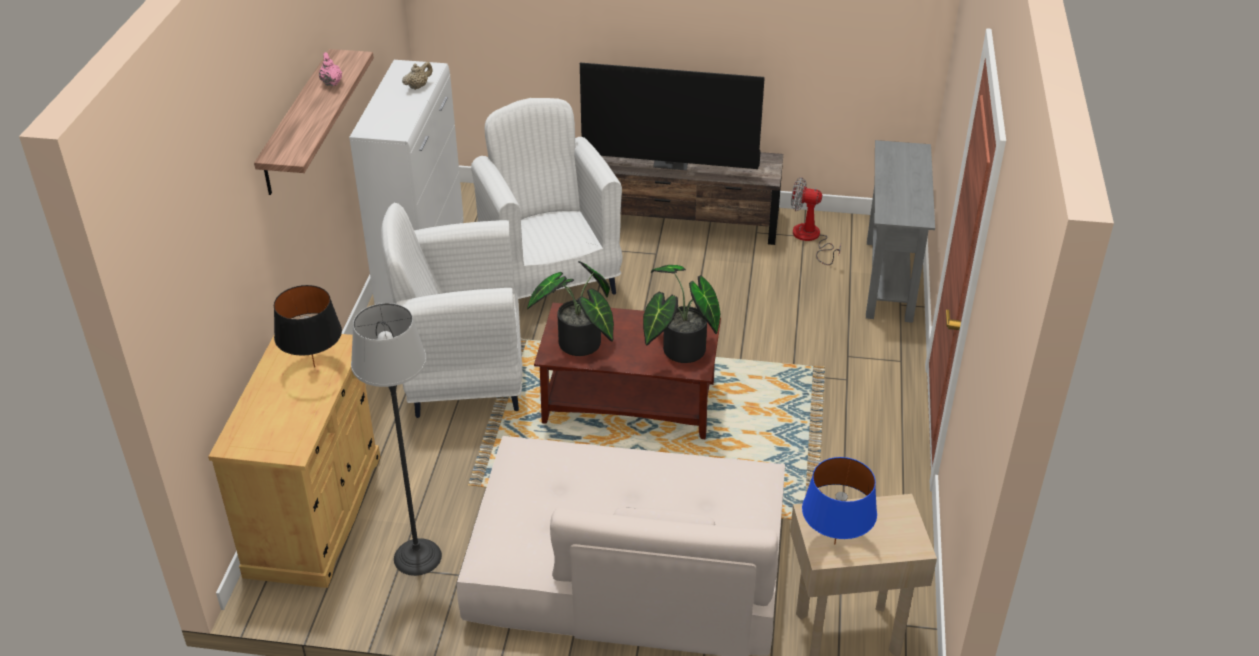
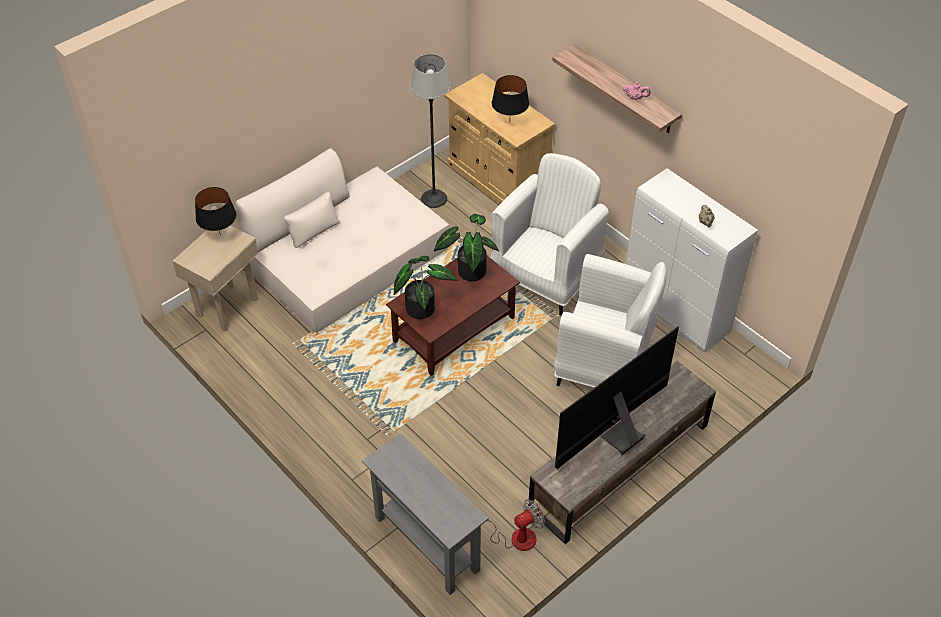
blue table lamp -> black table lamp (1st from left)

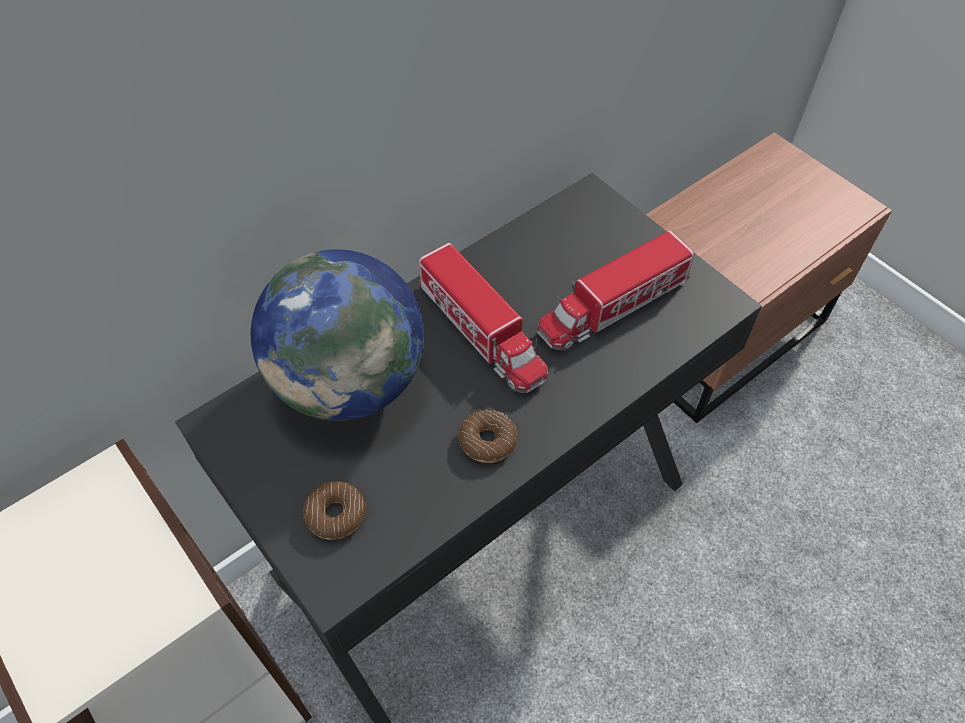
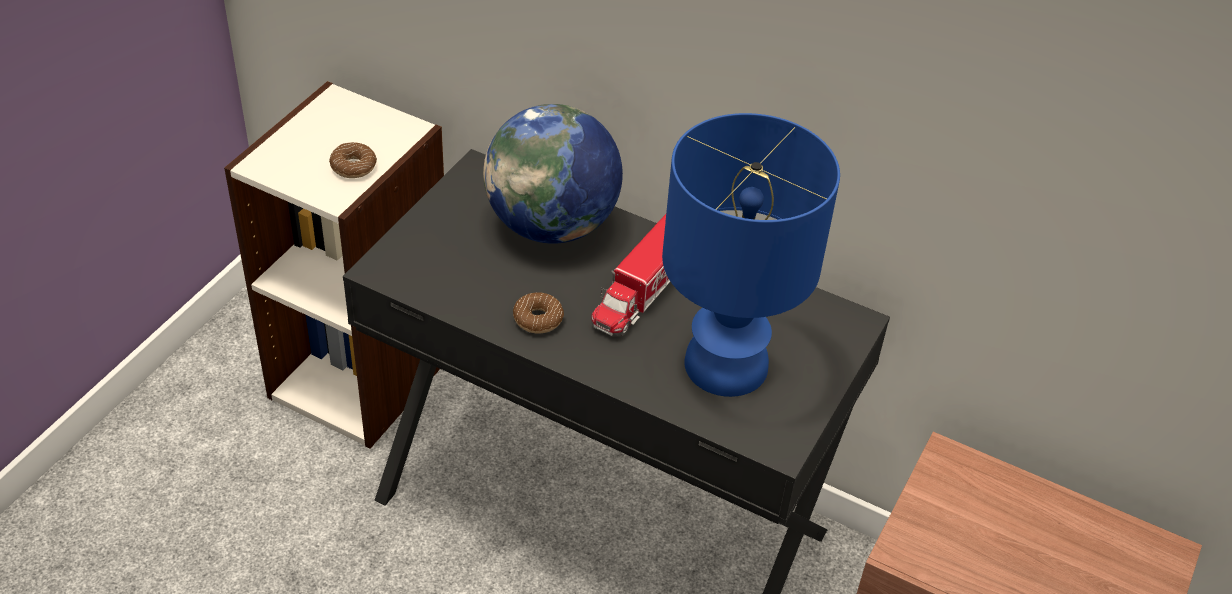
donut (1st from left), move
toy truck (2nd from left) -> blue table lamp

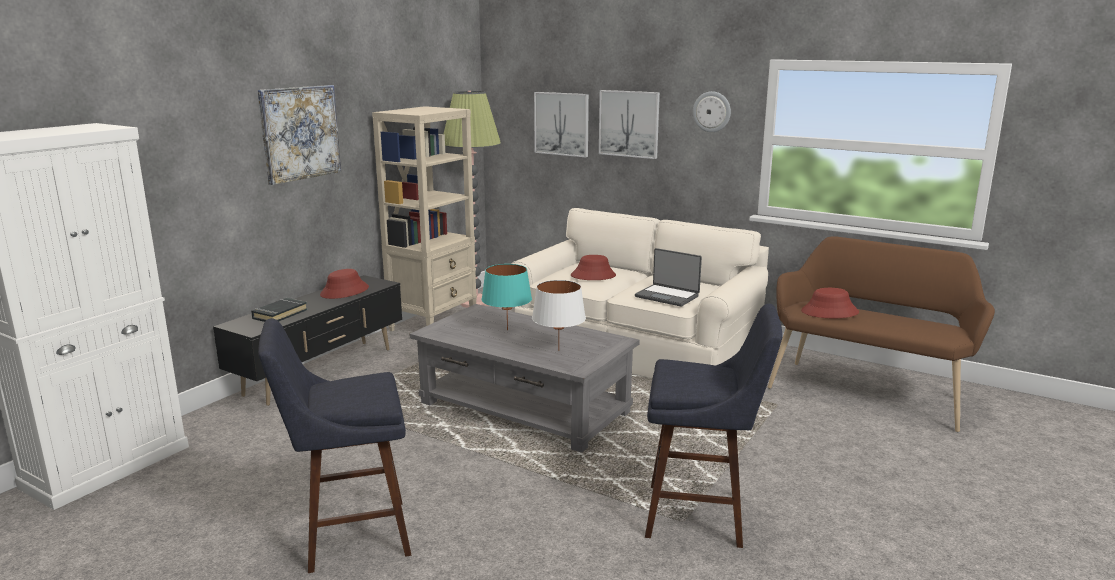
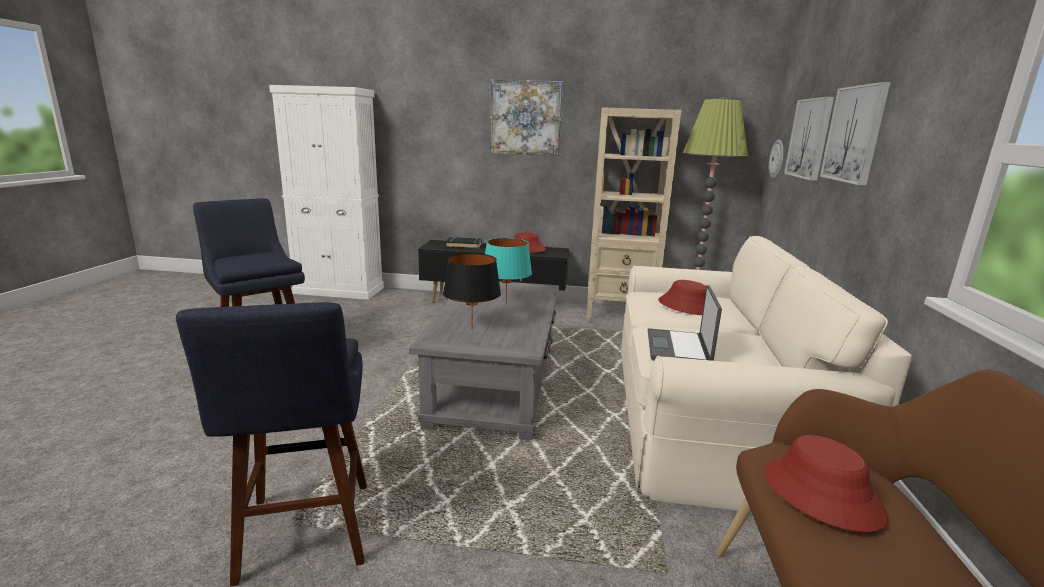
white table lamp -> black table lamp
wall clock, move

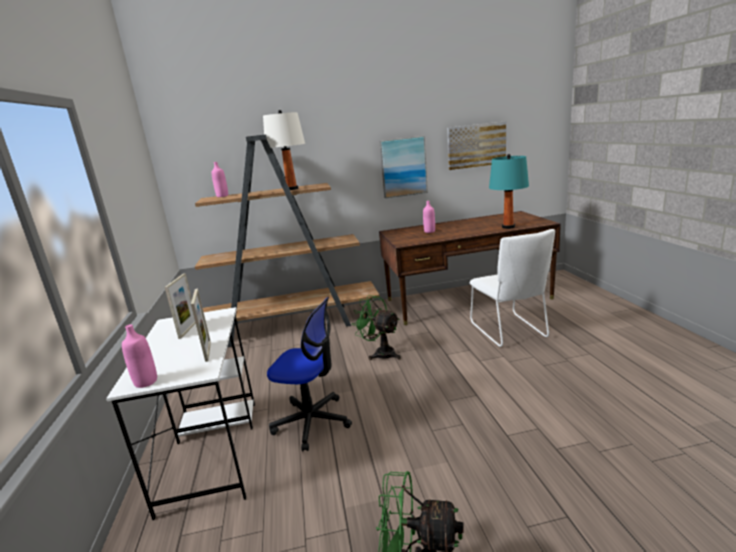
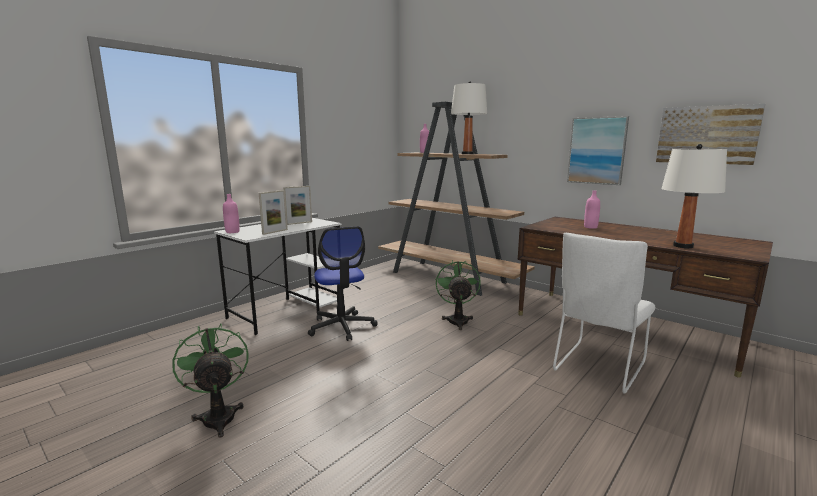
turquoise table lamp -> white table lamp (2nd from left)

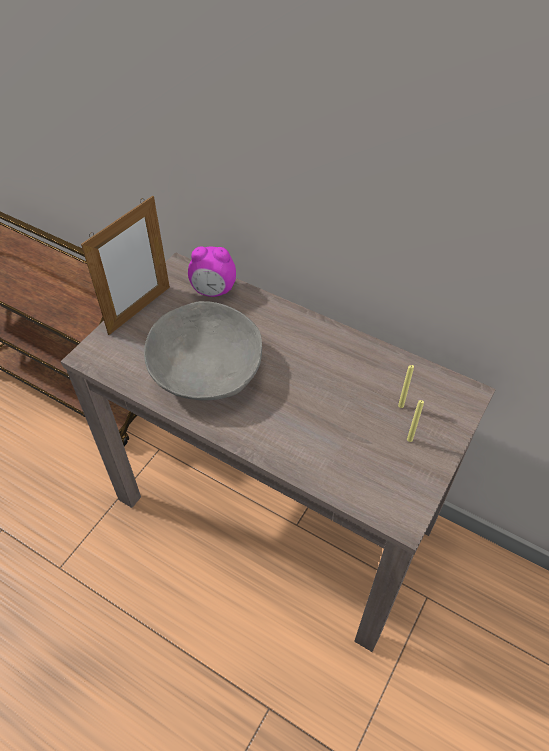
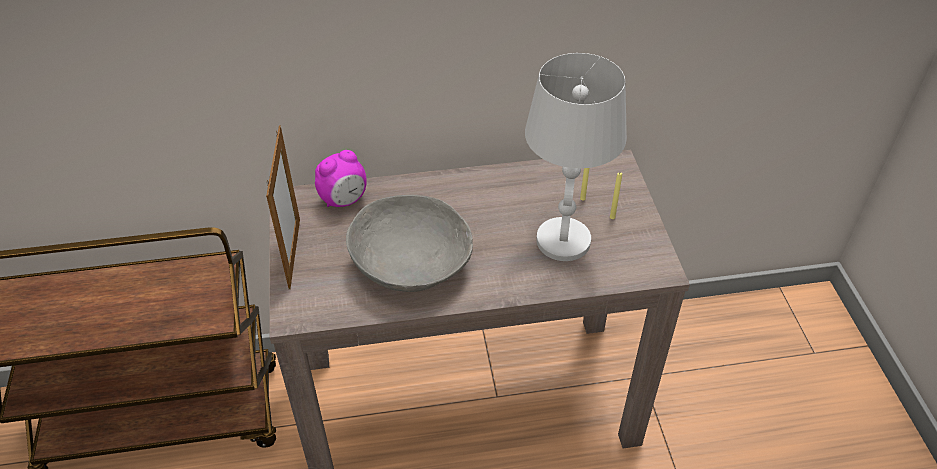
none -> white table lamp

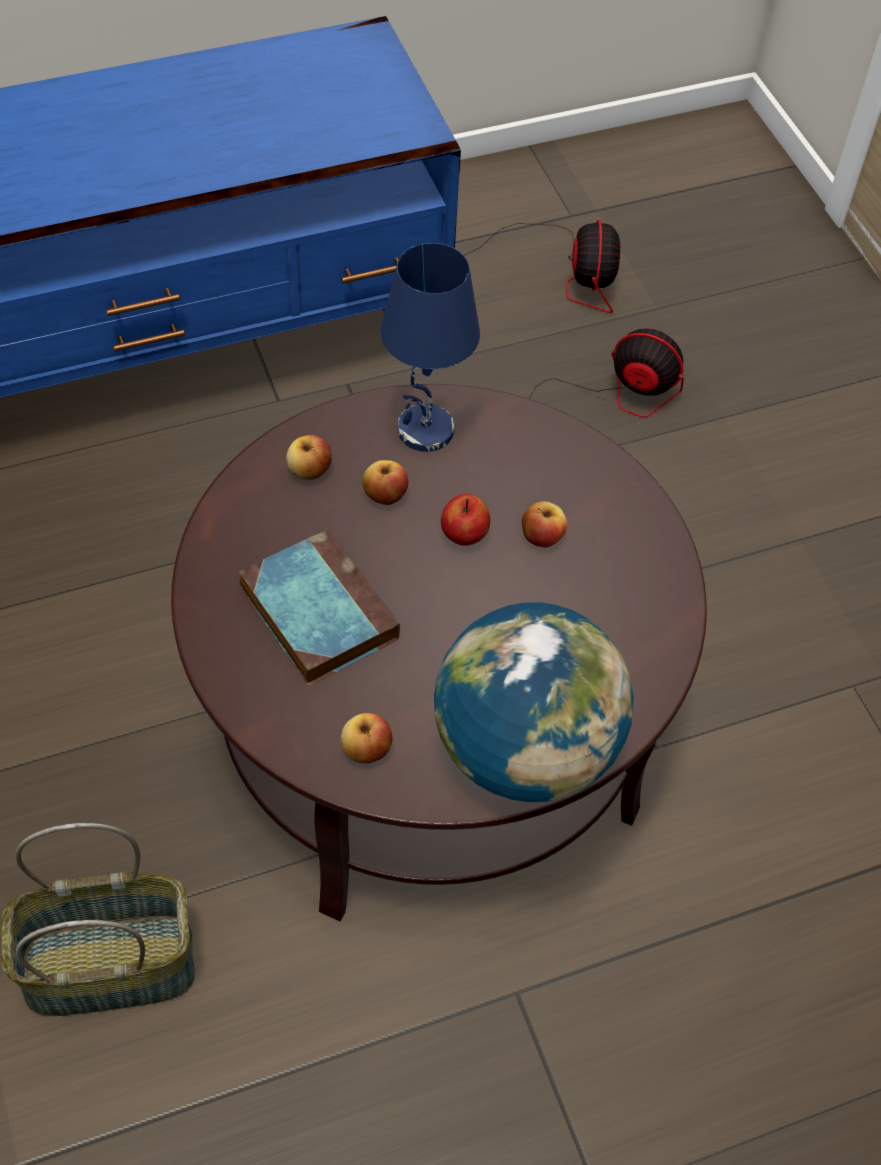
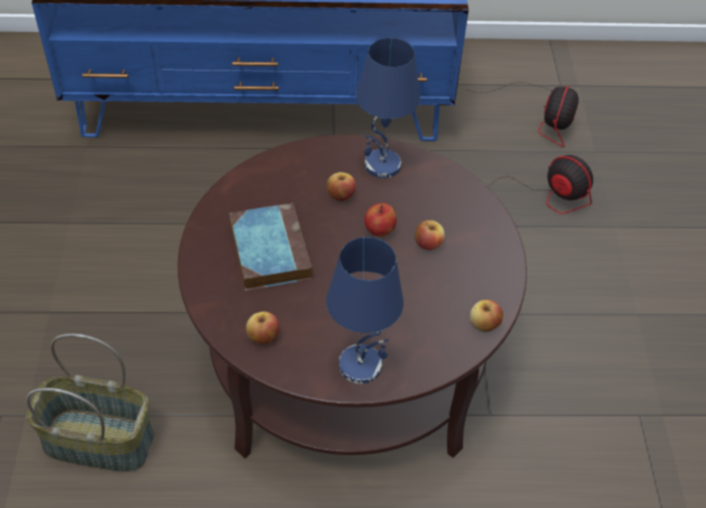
apple (1st from left in the first image) -> apple (5th from left), move
globe -> blue table lamp (1st from left)

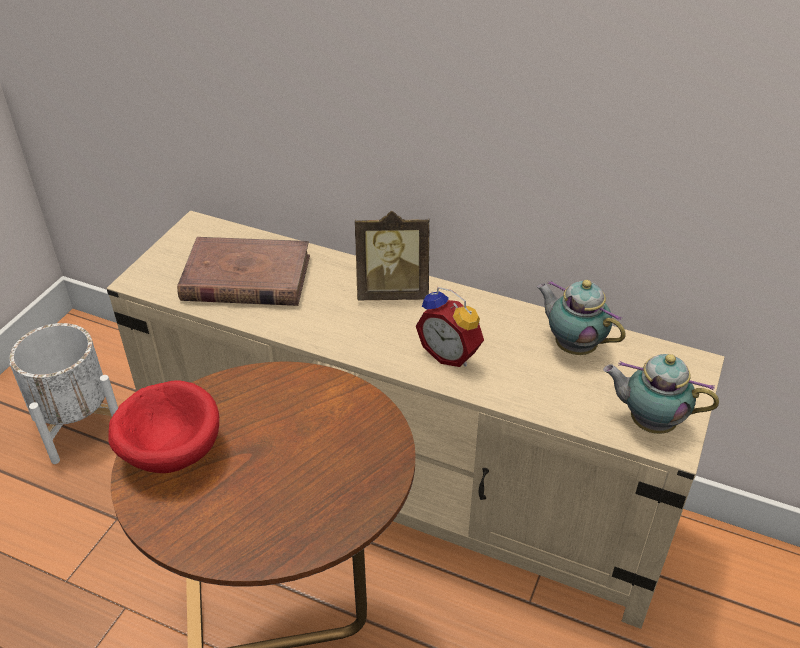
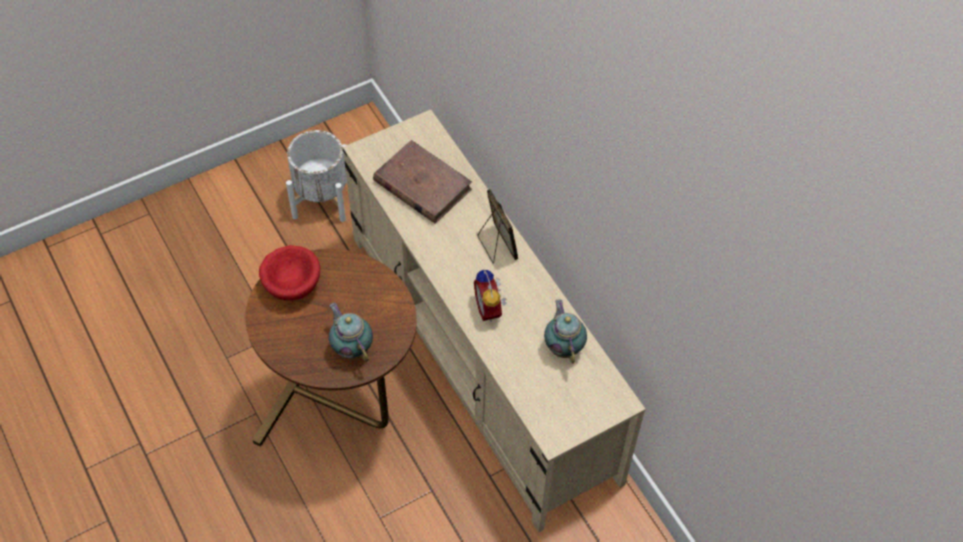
picture frame, 150 degrees counterclockwise
teapot (2nd from left in the first image) -> teapot (1st from left), move

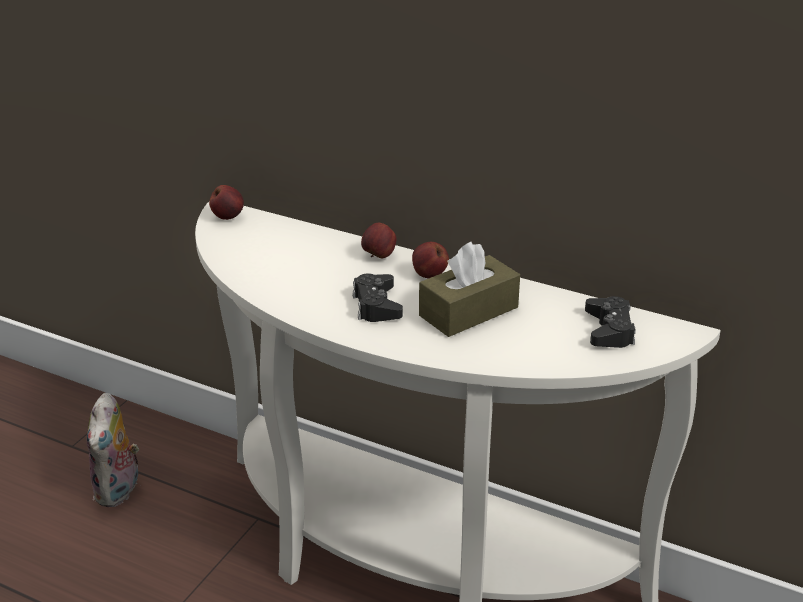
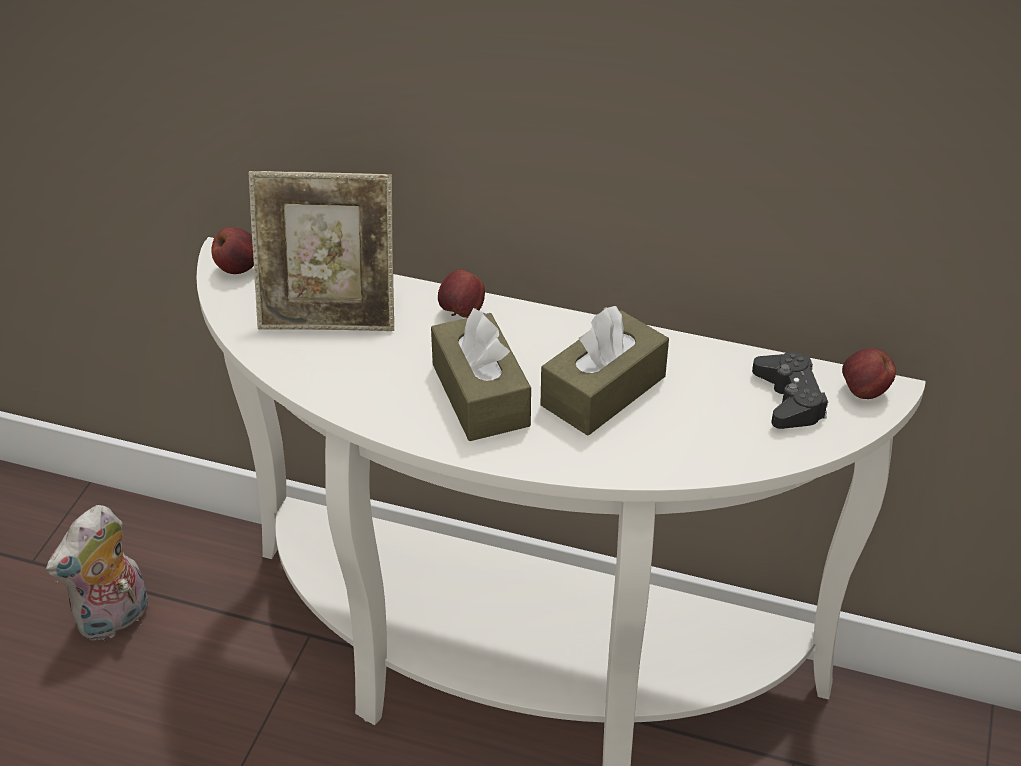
plush toy, 45 degrees clockwise
black game controller (1st from left) -> brown tissue box (1st from left)
apple (3rd from left), move
none -> picture frame

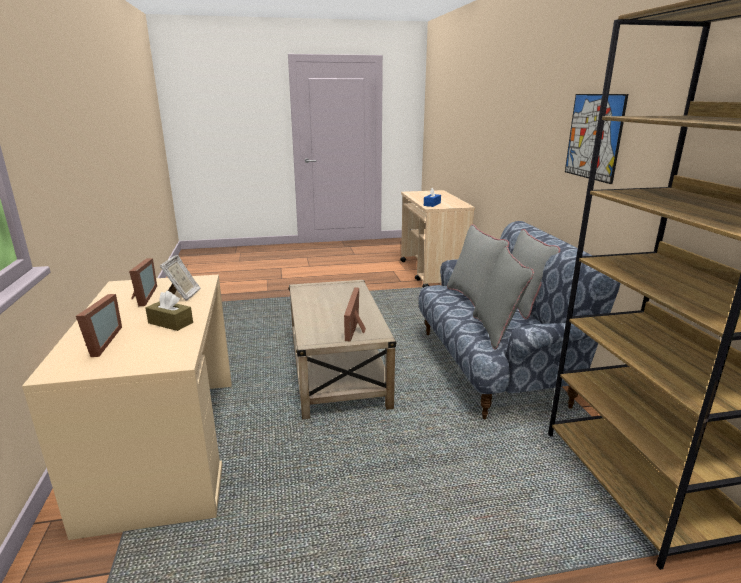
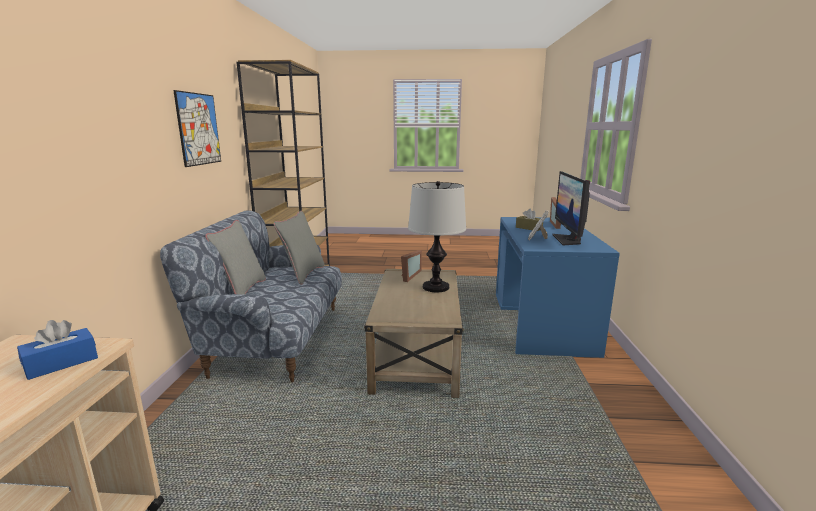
beige desk -> blue desk
picture frame (2nd from left) -> monitor
grey pillow (1st from left) -> none
none -> table lamp

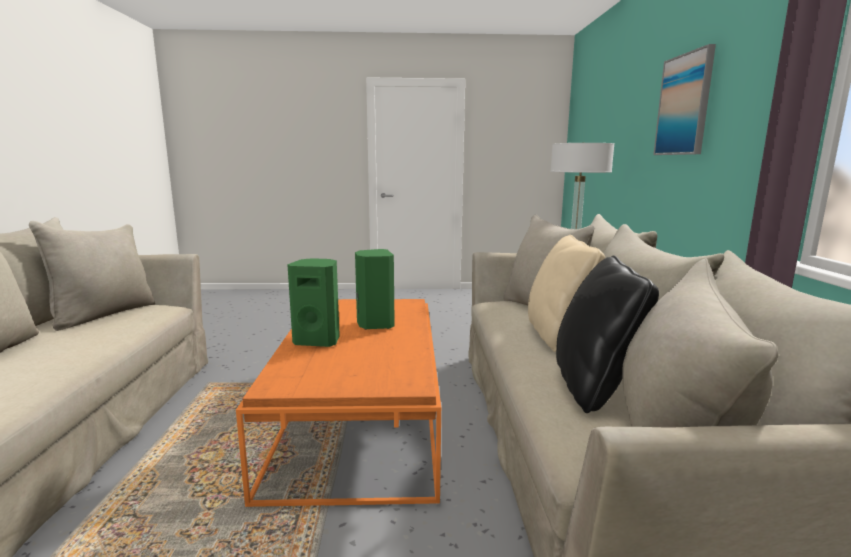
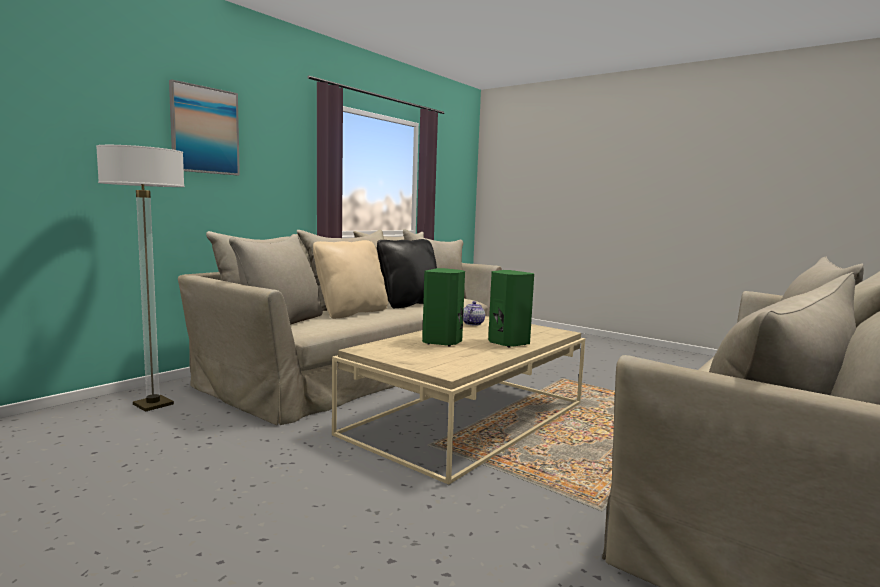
orange coffee table -> beige coffee table
none -> teapot

